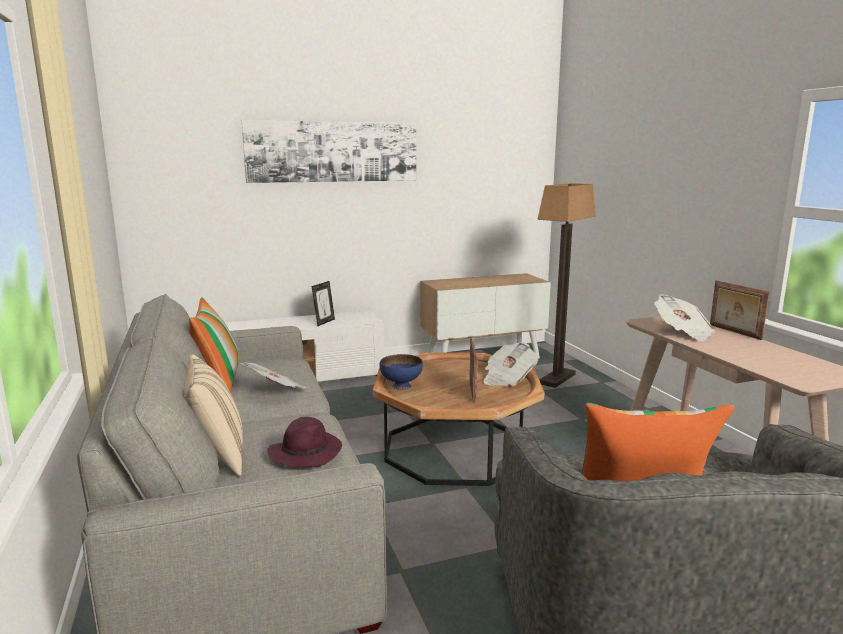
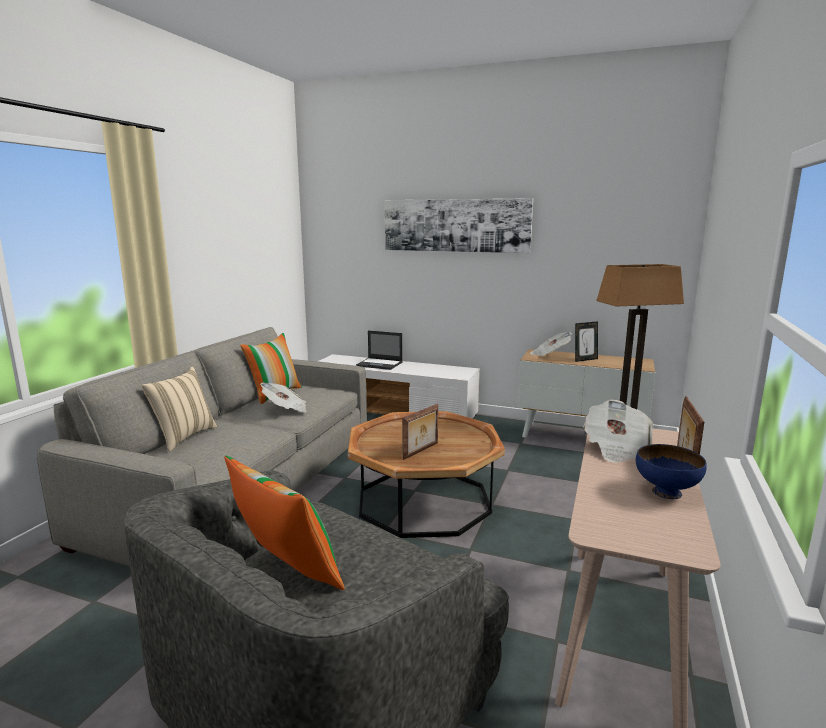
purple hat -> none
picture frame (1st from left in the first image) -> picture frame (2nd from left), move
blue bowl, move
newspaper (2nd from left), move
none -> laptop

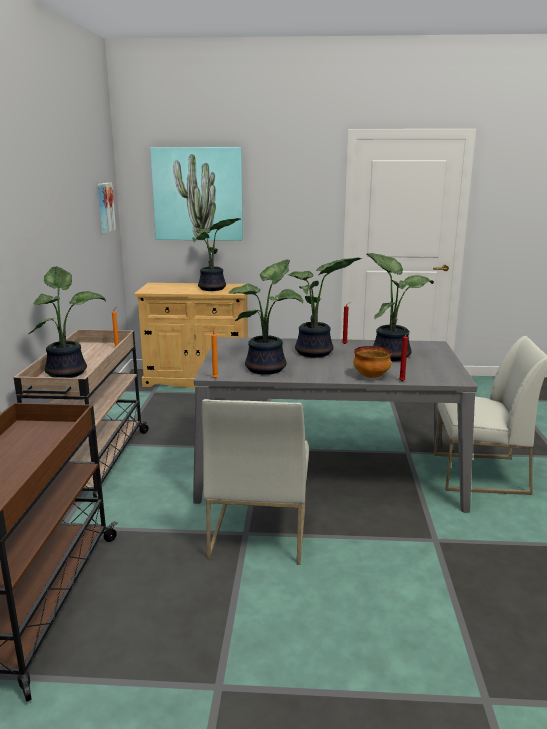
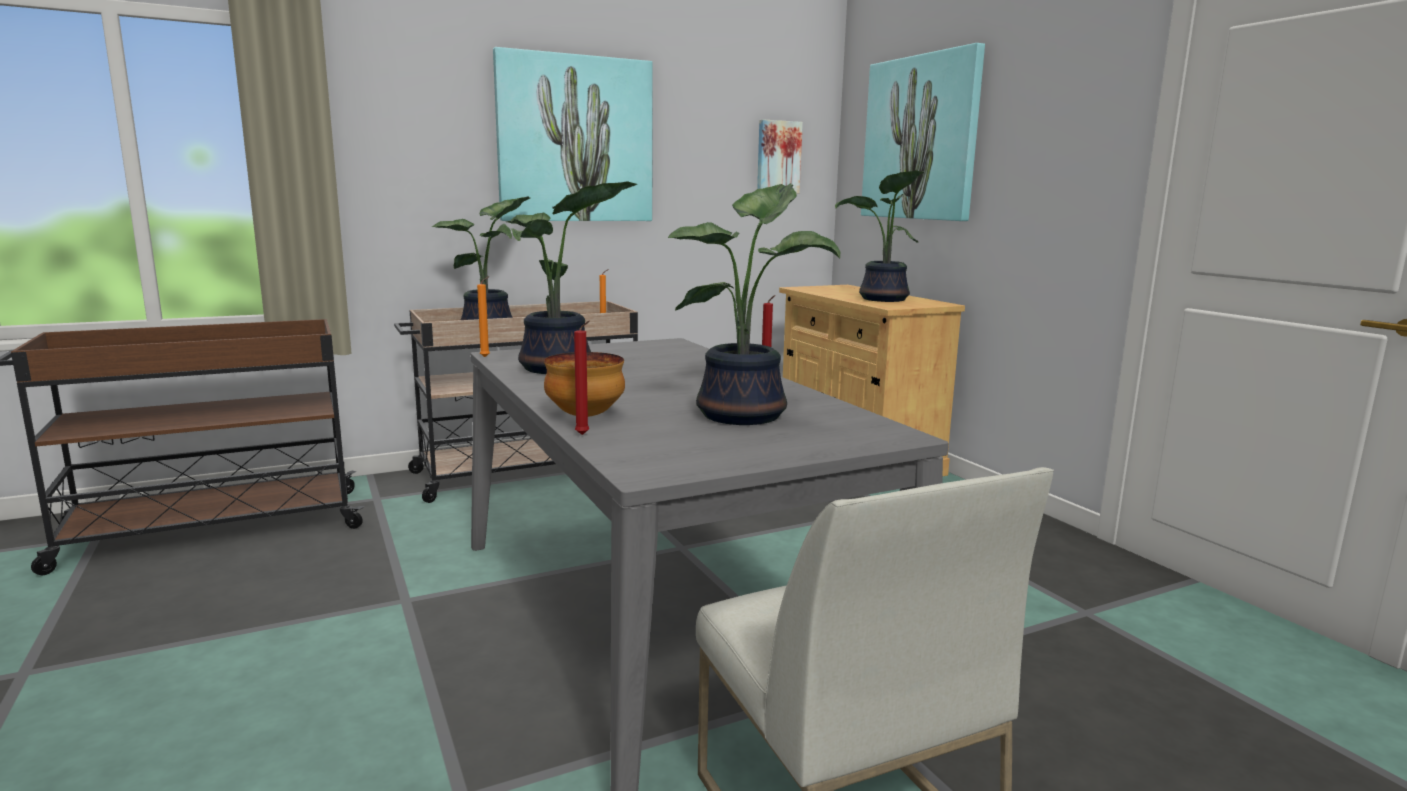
white chair (1st from left) -> none
potted plant (4th from left) -> none
none -> picture (1st from left)

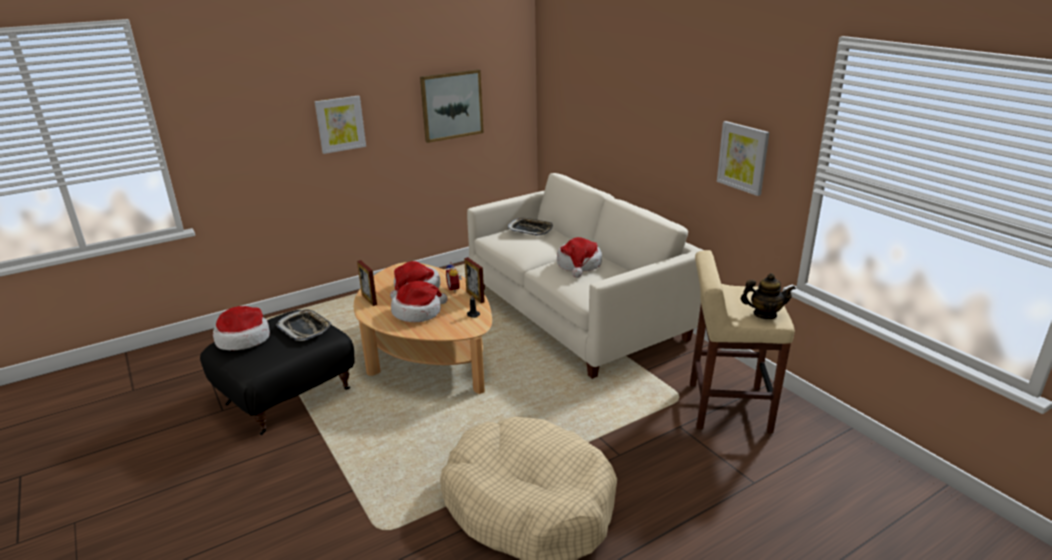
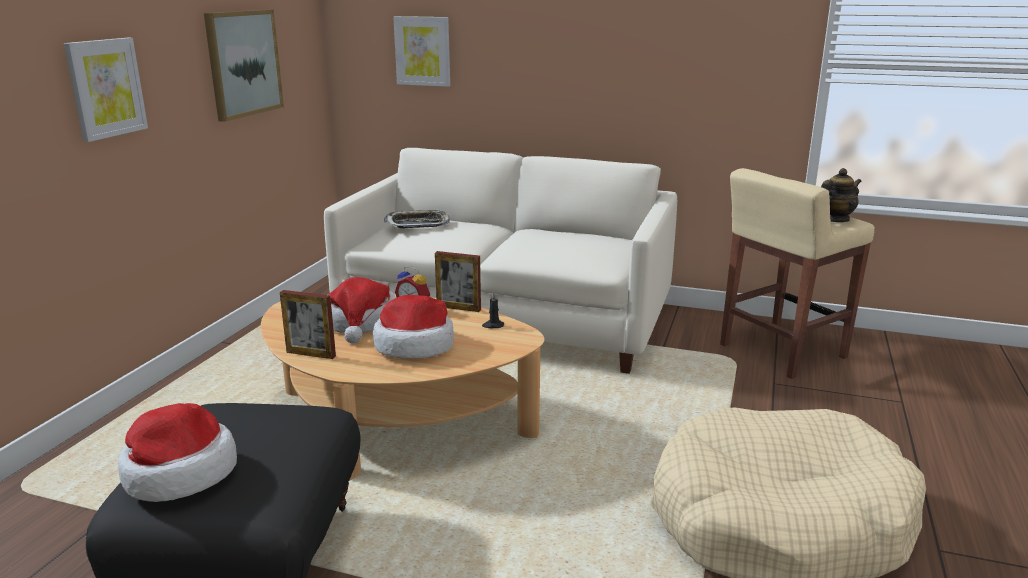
tray (1st from left) -> none
hat (4th from left) -> none
picture (3rd from left), move

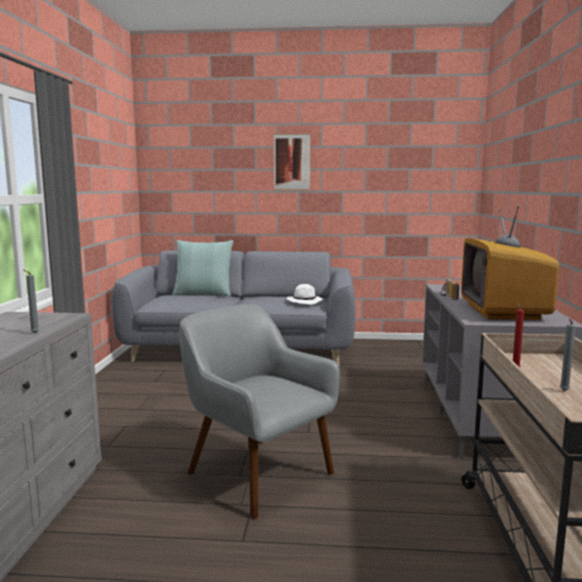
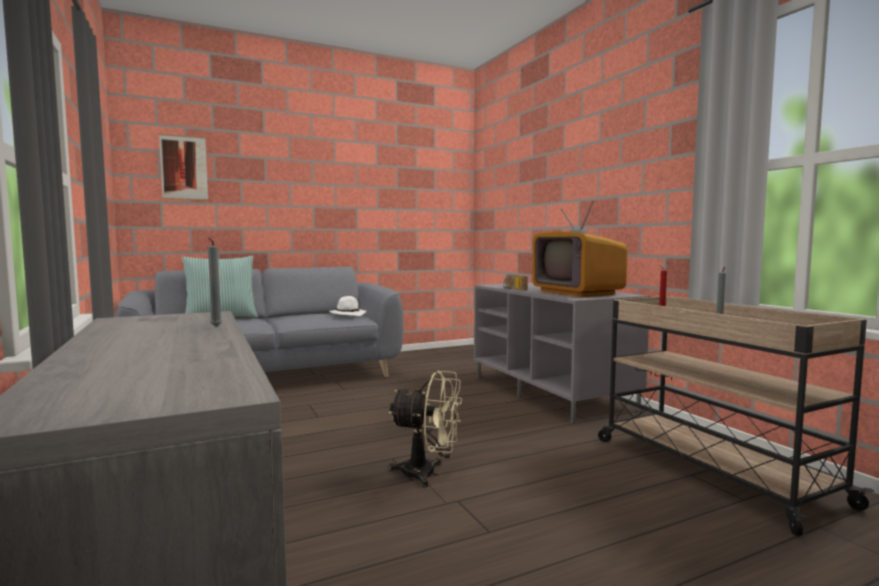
grey armchair -> beige fan
picture, move

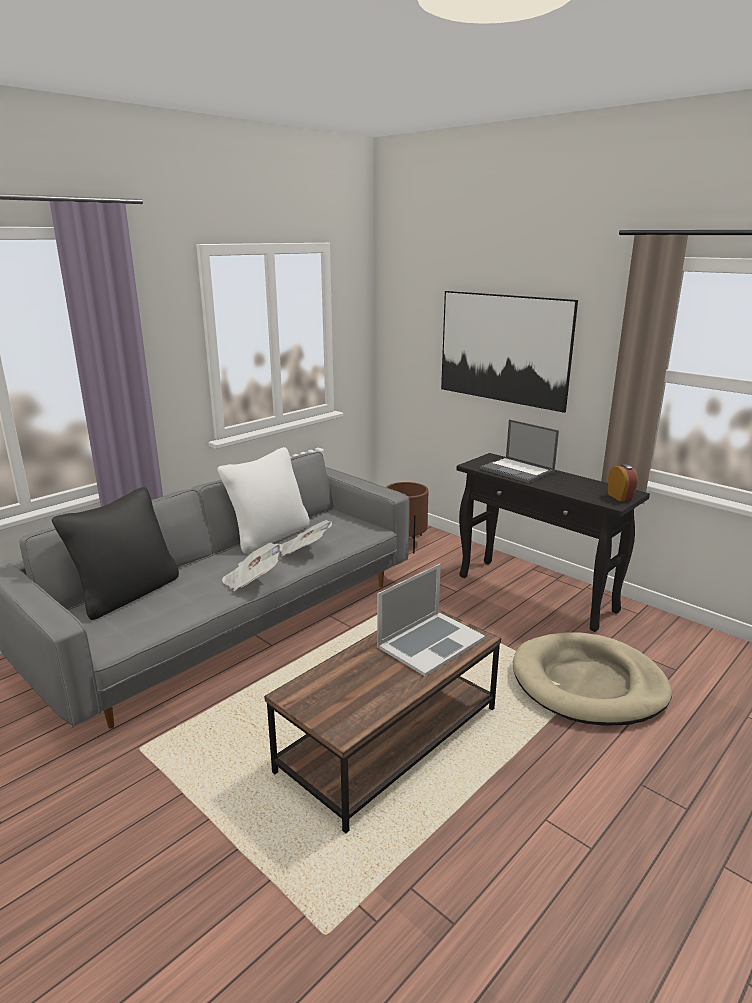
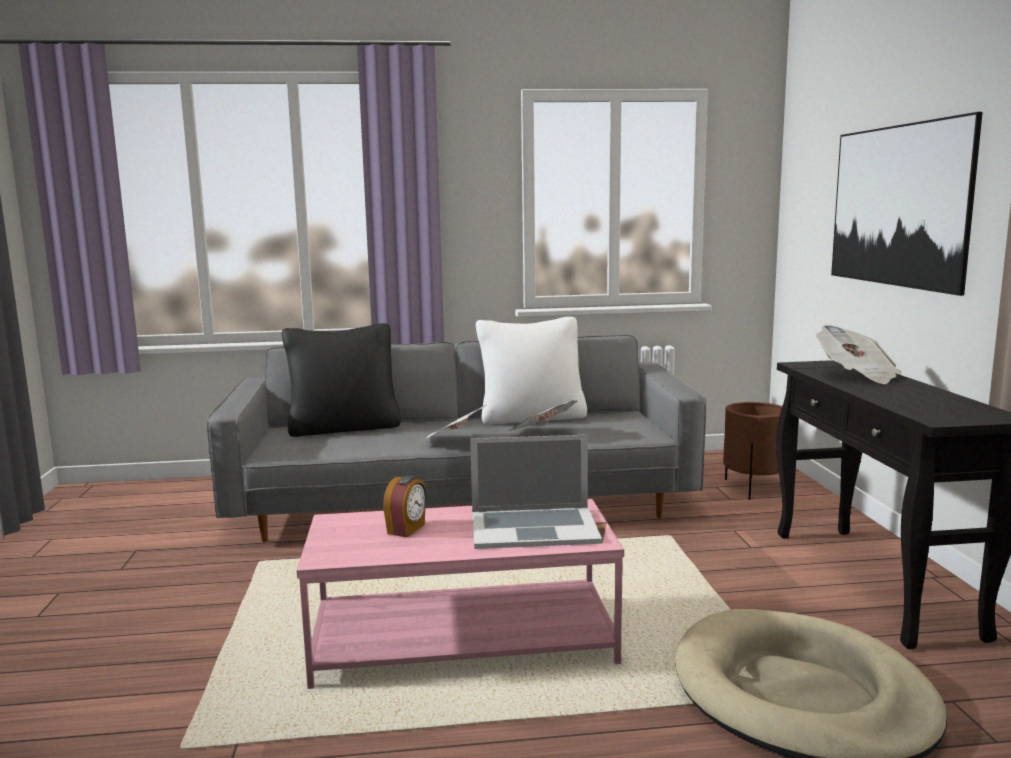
brown coffee table -> pink coffee table
laptop (2nd from left) -> newspaper (3rd from left)
alarm clock, move

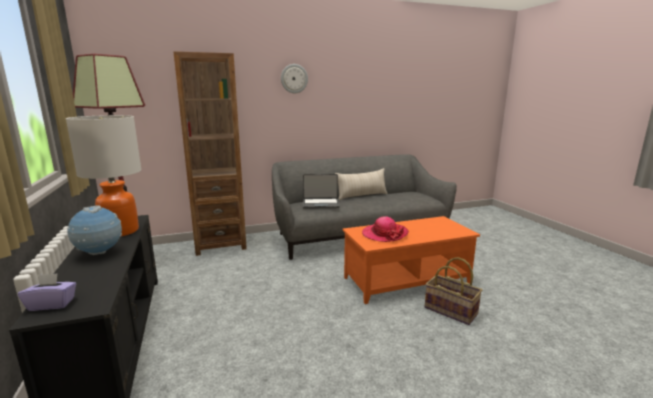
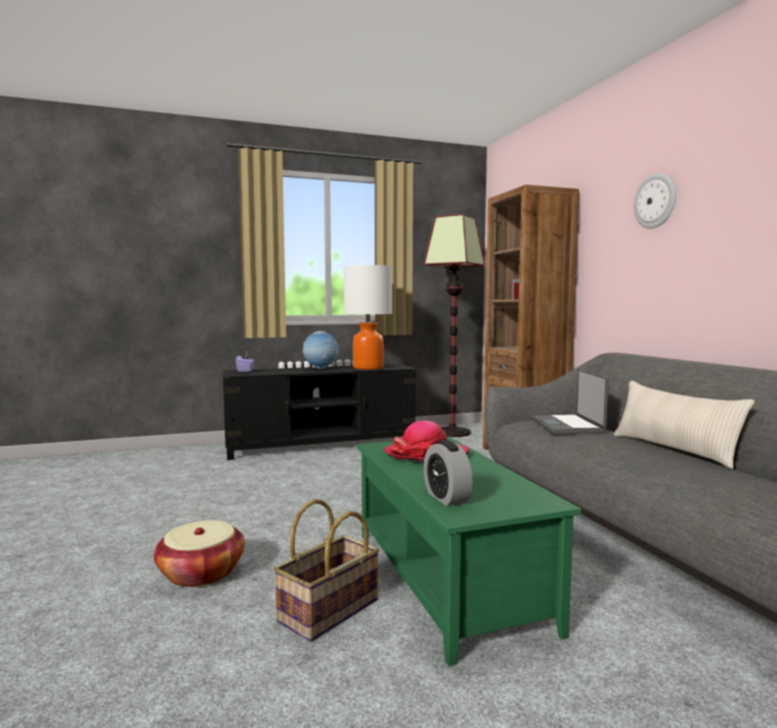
orange coffee table -> green coffee table
none -> basket (1st from left)
none -> alarm clock

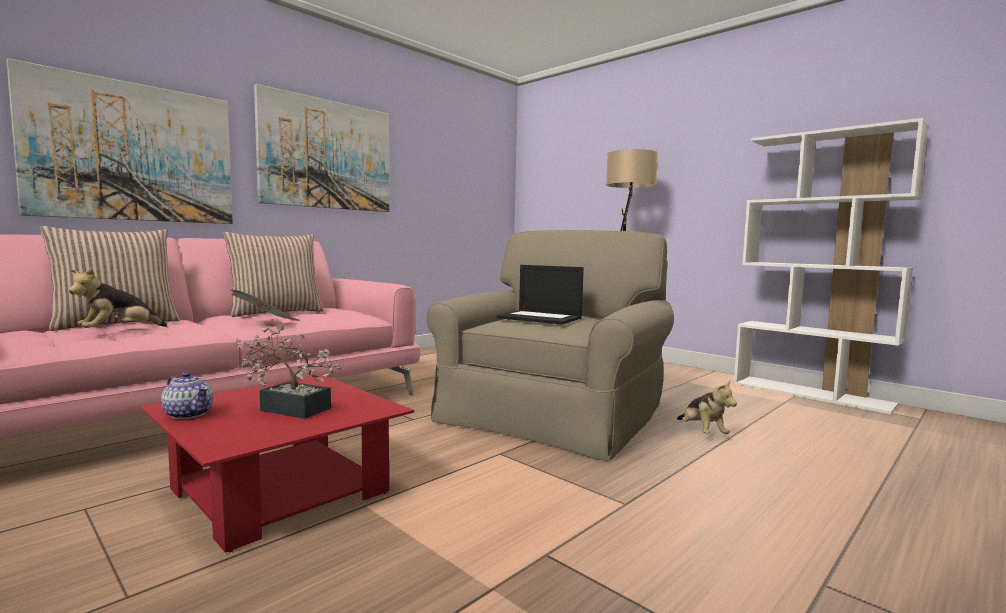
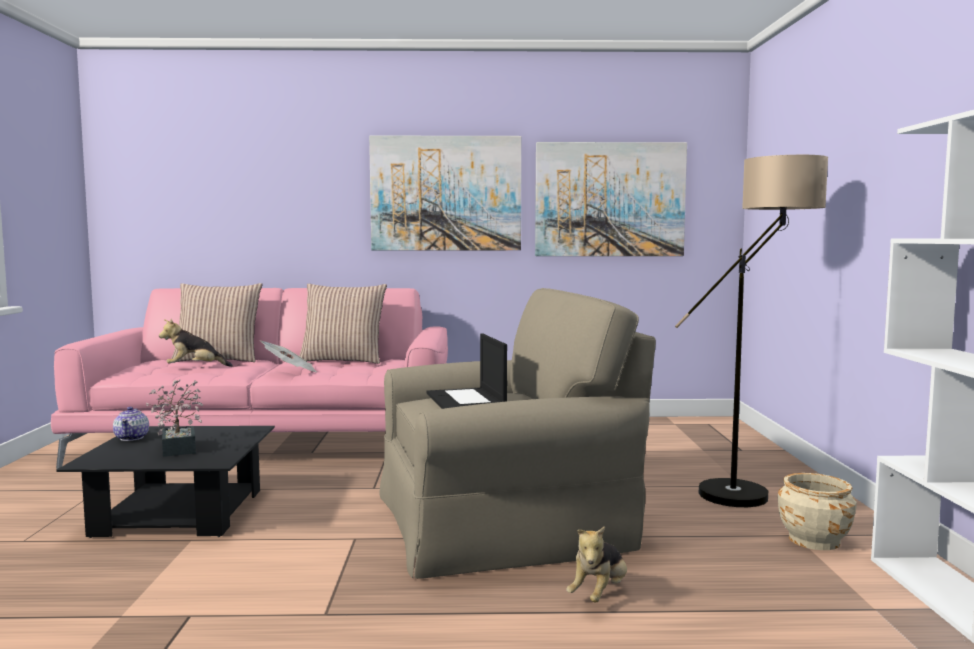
picture (1st from left in the first image) -> picture (2nd from left), move
red coffee table -> black coffee table
none -> beige planter

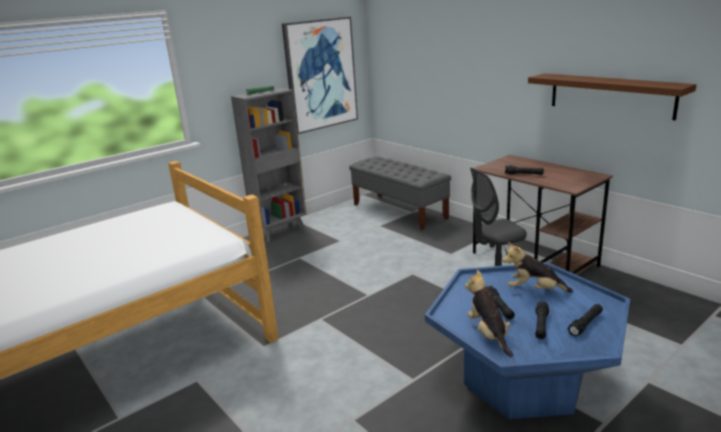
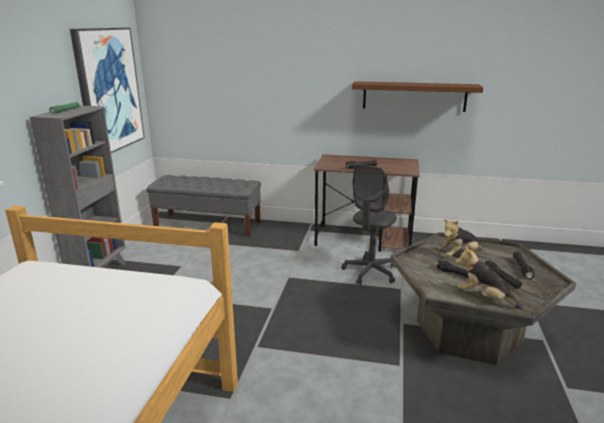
blue coffee table -> grey coffee table

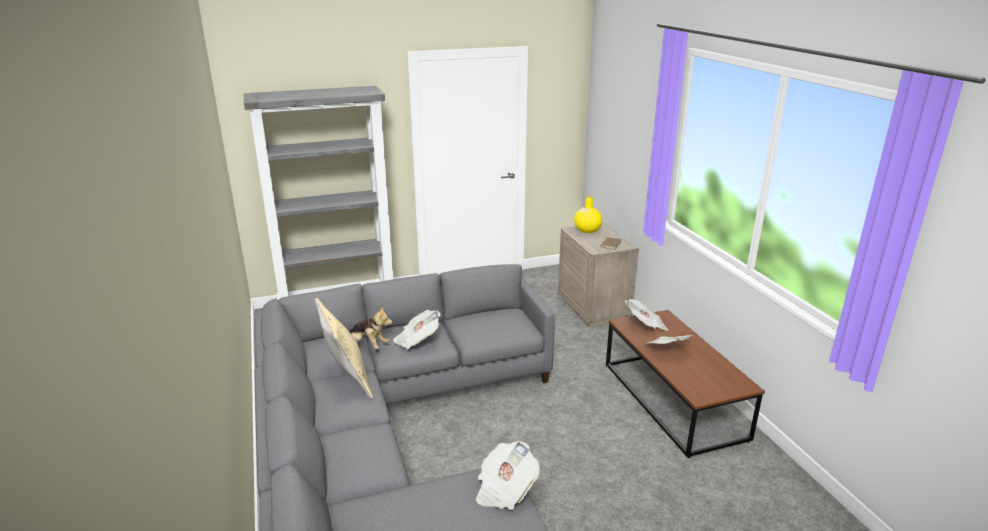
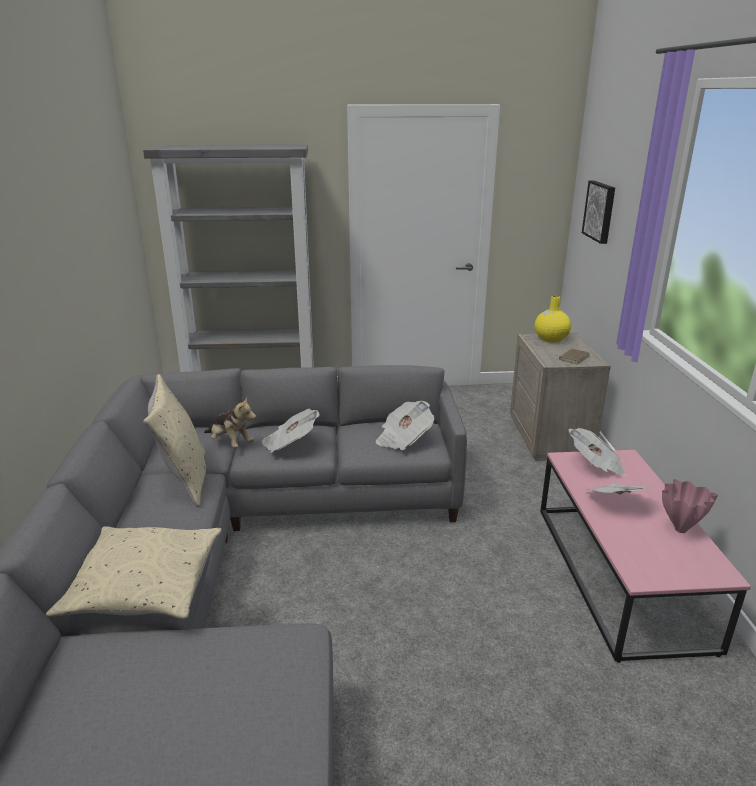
newspaper (2nd from left), move
brown coffee table -> pink coffee table
none -> beige pillow (1st from left)
none -> picture
none -> pink vase

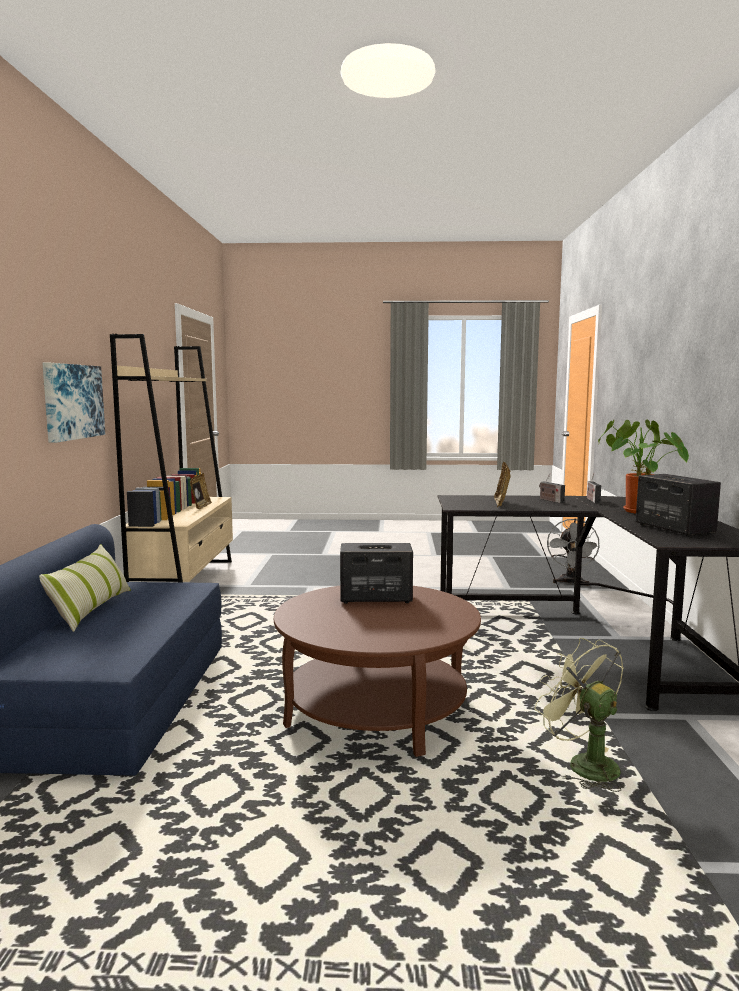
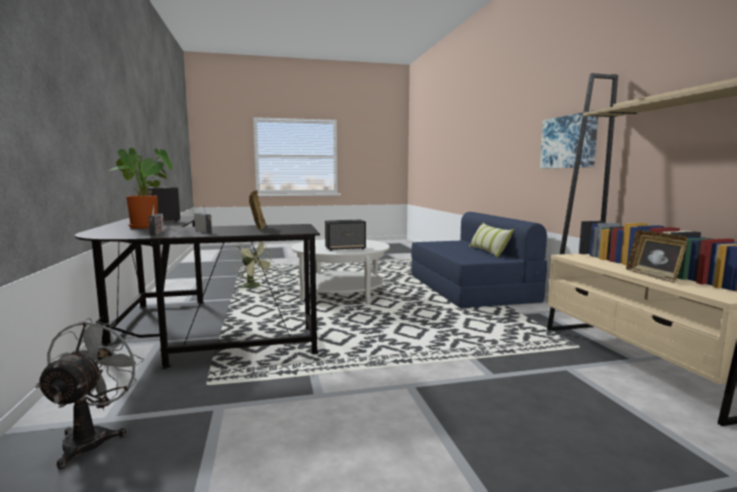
brown coffee table -> white coffee table

